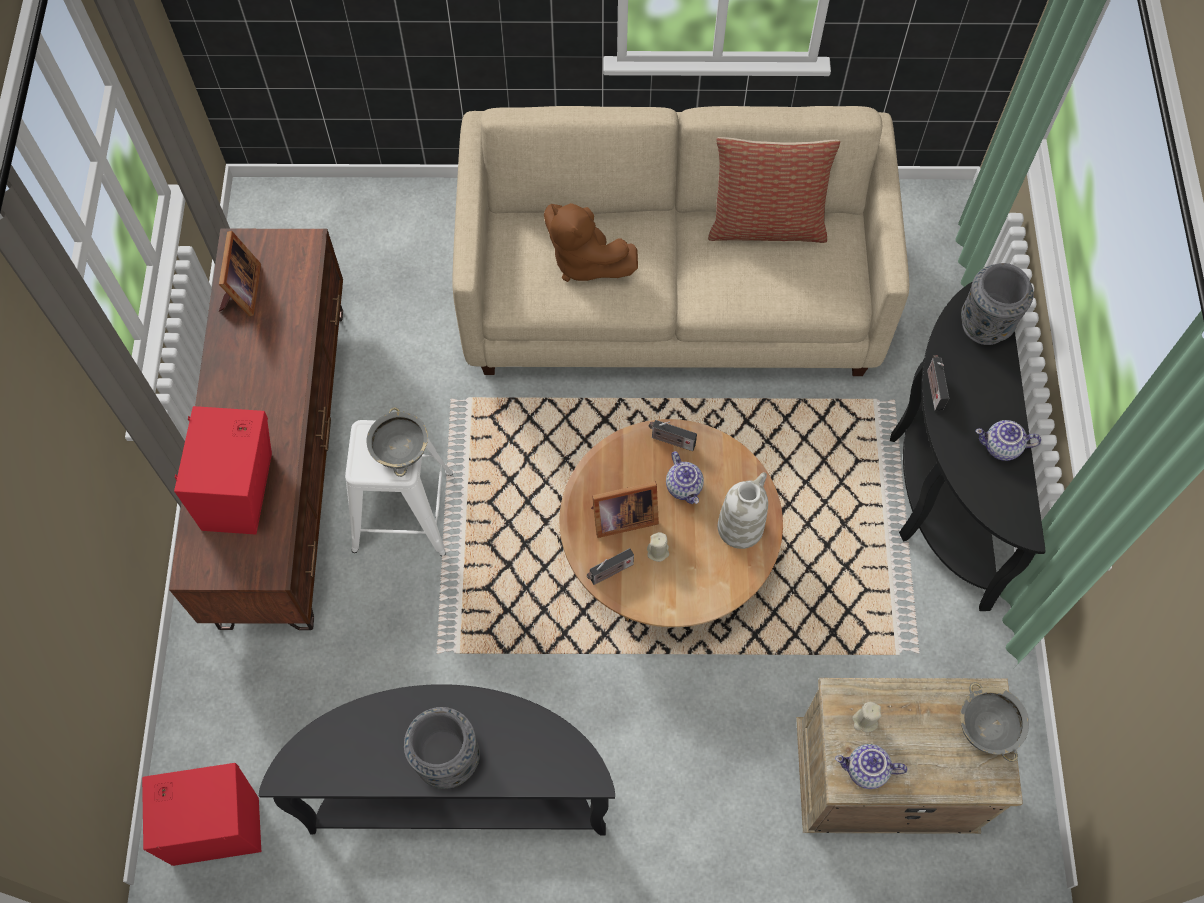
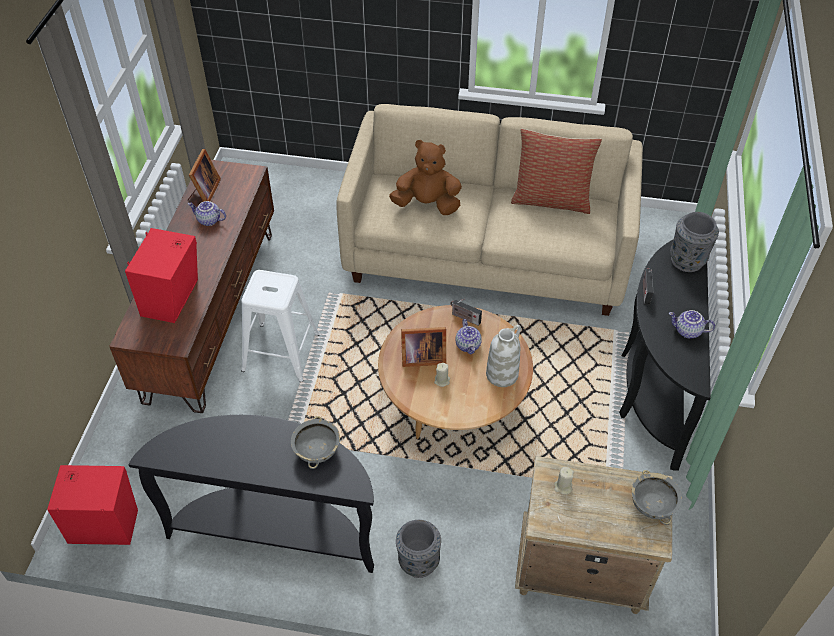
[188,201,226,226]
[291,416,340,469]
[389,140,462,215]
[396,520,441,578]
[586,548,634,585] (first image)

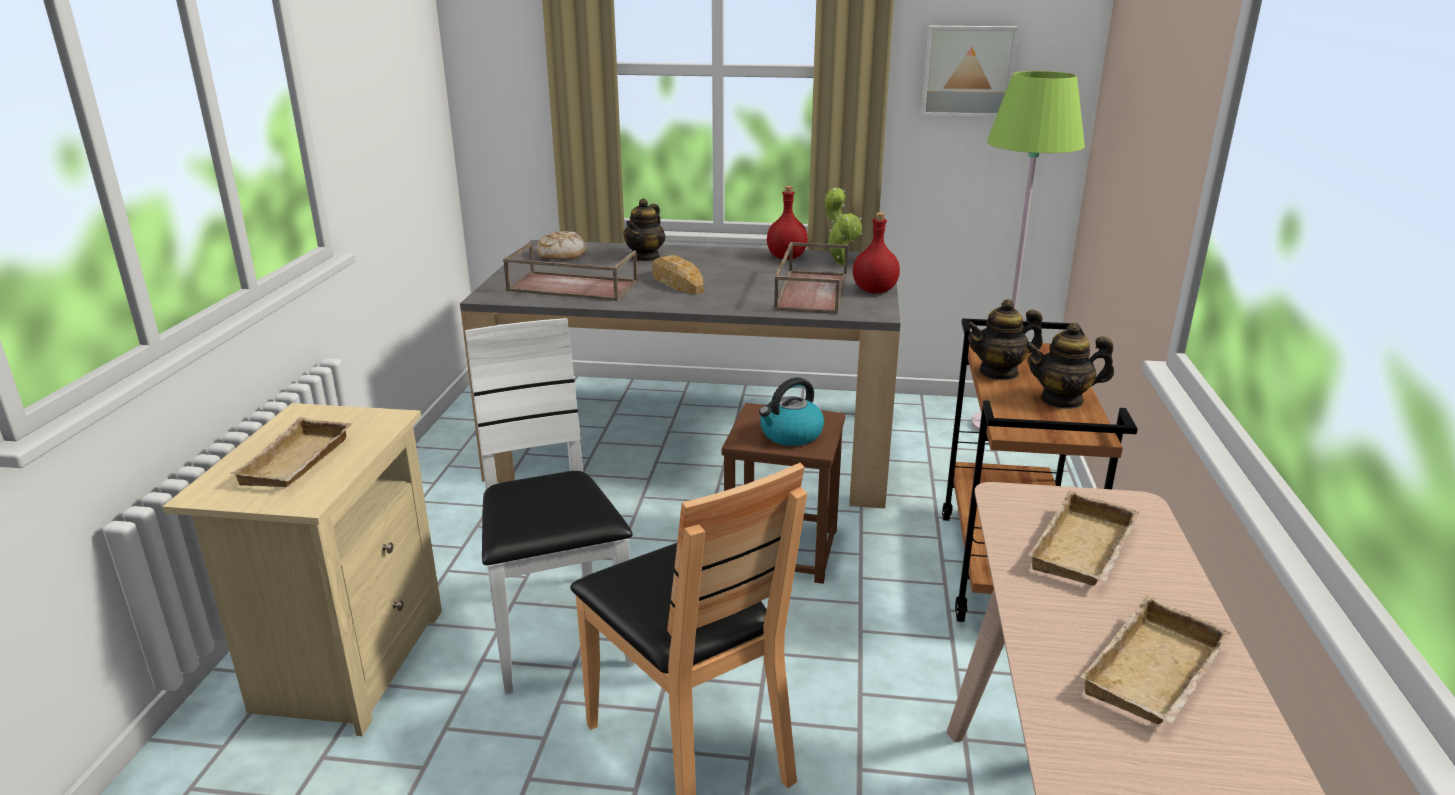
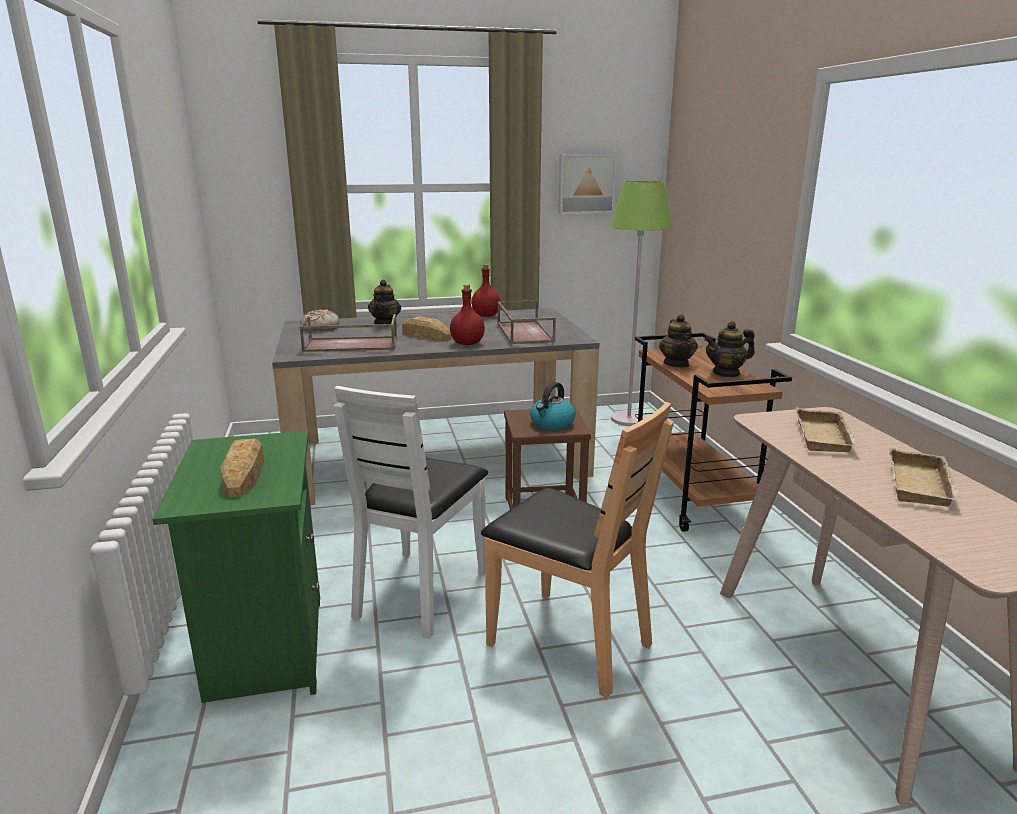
[153,431,320,703]
[220,439,264,497]
[334,386,488,639]
[450,284,485,345]
[659,314,698,368]
[825,188,862,266] (first image)

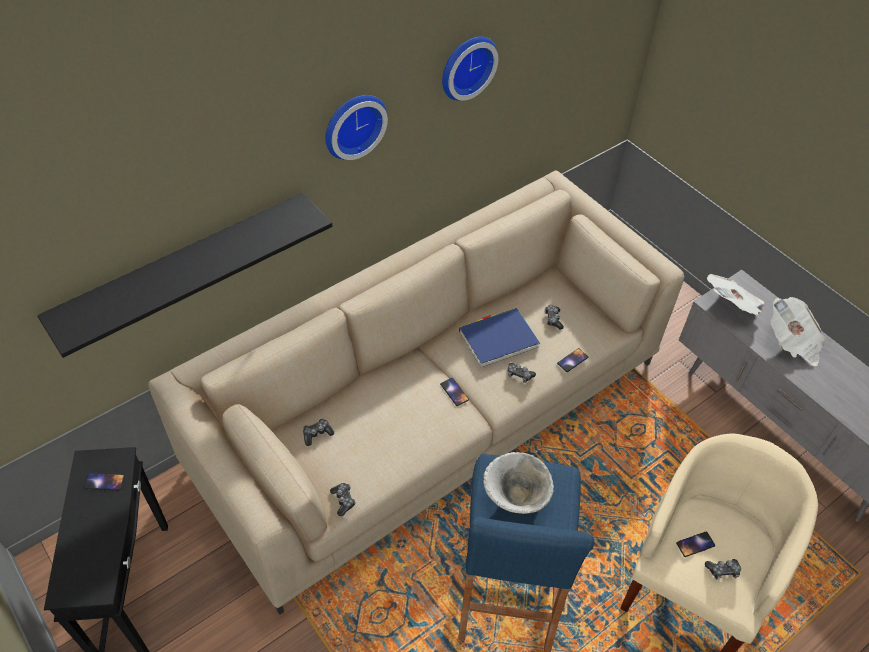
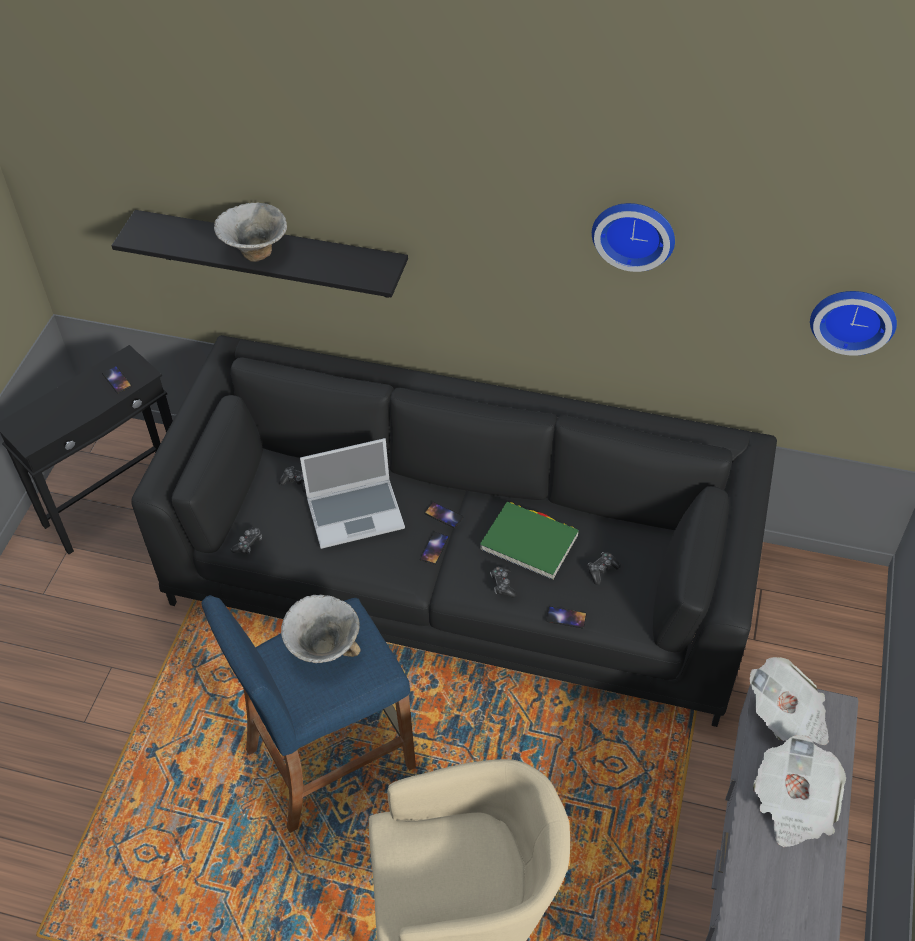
[132,335,777,727]
[214,202,287,262]
[300,438,405,549]
[424,502,463,528]
[480,502,579,580]
[810,291,897,356]
[705,559,741,580] (first image)

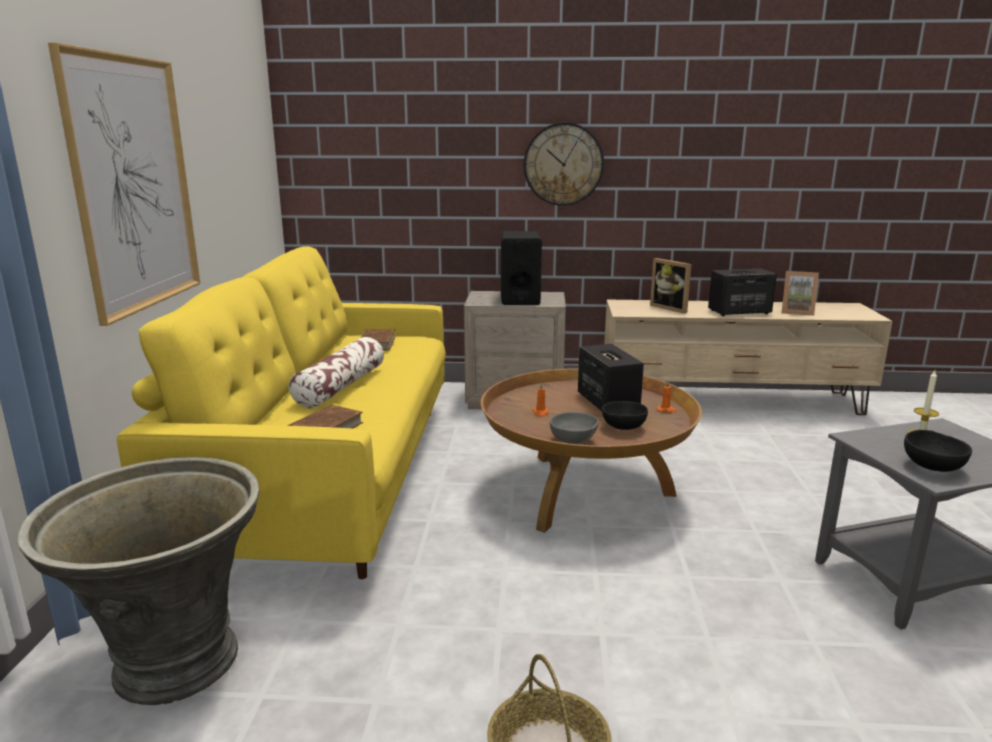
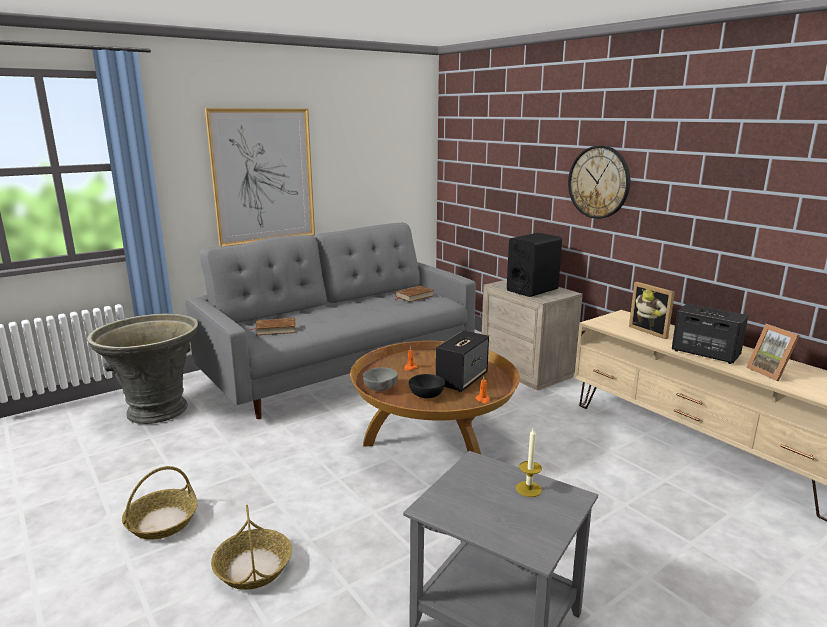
[185,223,476,419]
[211,505,292,590]
[629,282,675,339]
[289,337,384,408] (first image)
[904,430,972,472] (first image)

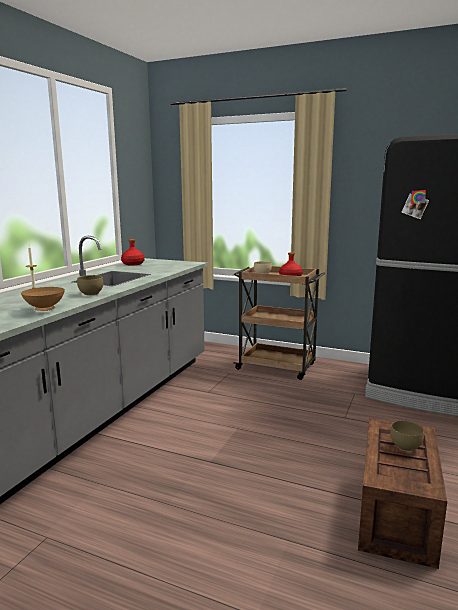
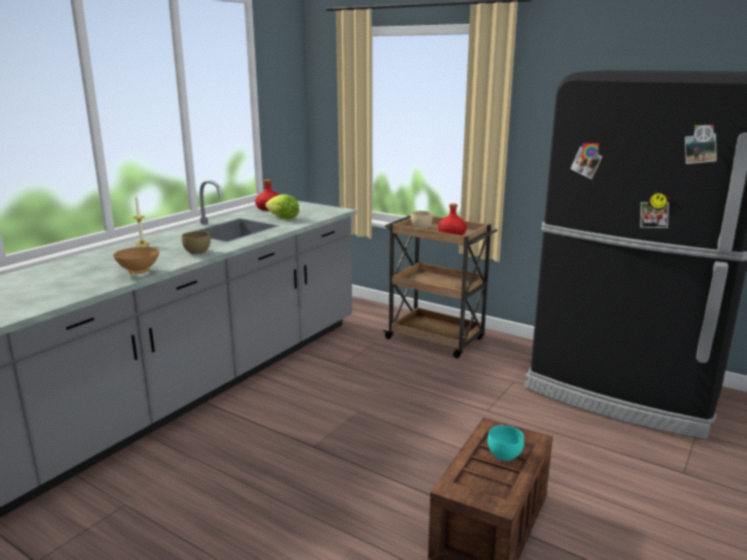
[265,194,299,219]
[488,425,524,461]

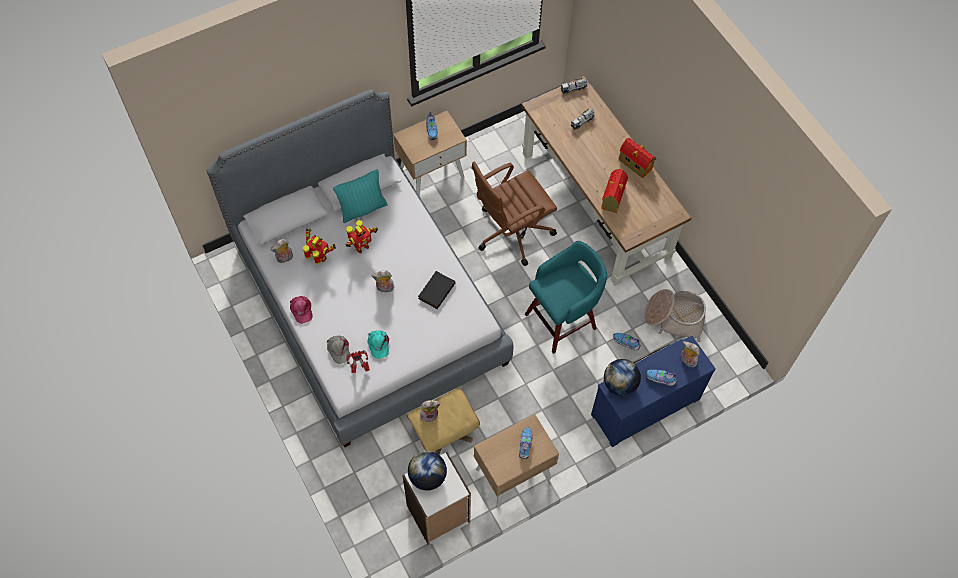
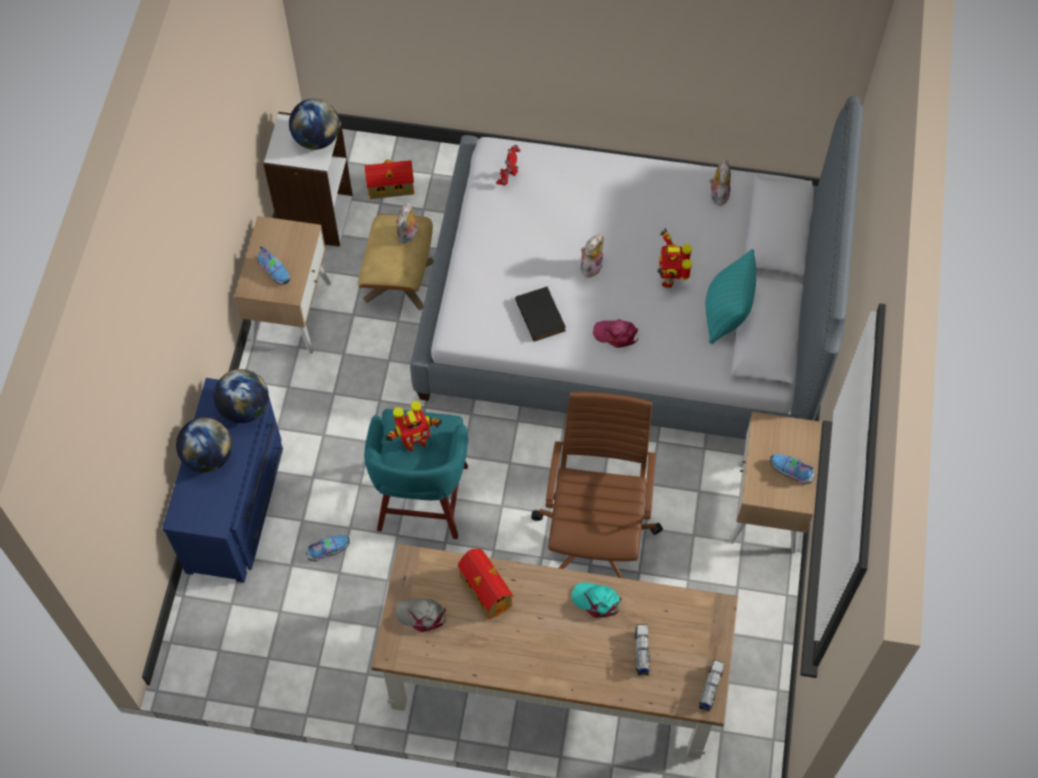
[176,417,232,473]
[364,159,414,199]
[385,401,443,452]
[395,598,446,632]
[571,583,622,618]
[593,319,638,348]
[644,289,706,342] (first image)
[681,341,700,367] (first image)

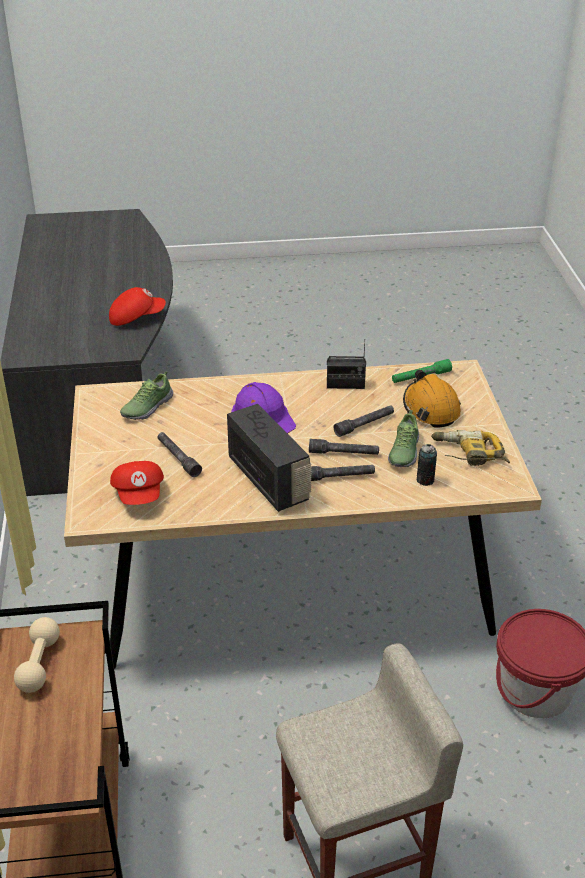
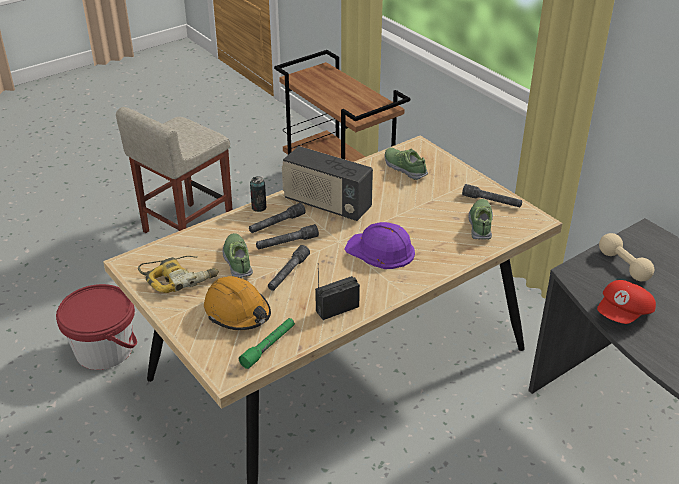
[250,176,267,212]
[385,148,428,180]
[462,184,522,207]
[599,233,654,281]

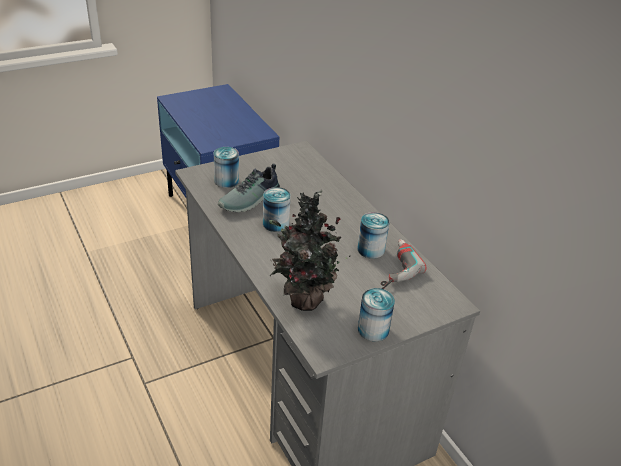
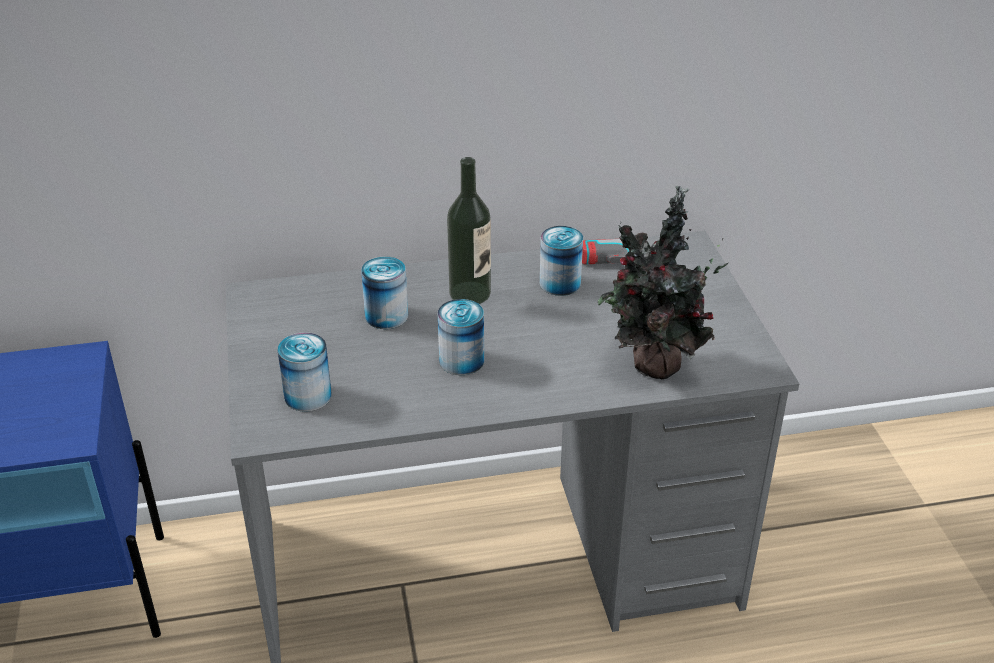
[361,257,408,329]
[447,157,491,304]
[218,163,280,213] (first image)

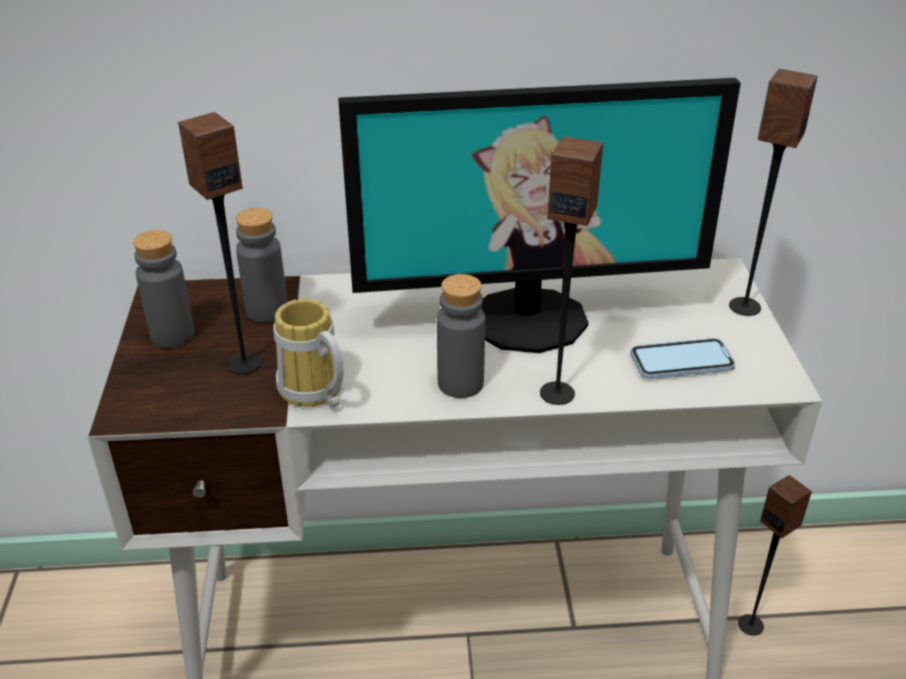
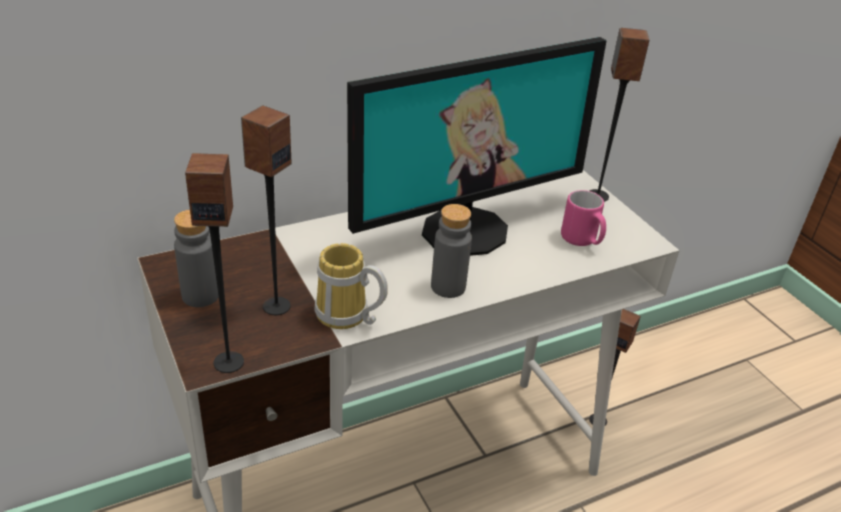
[185,153,244,373]
[561,190,606,246]
[236,208,287,322] (first image)

